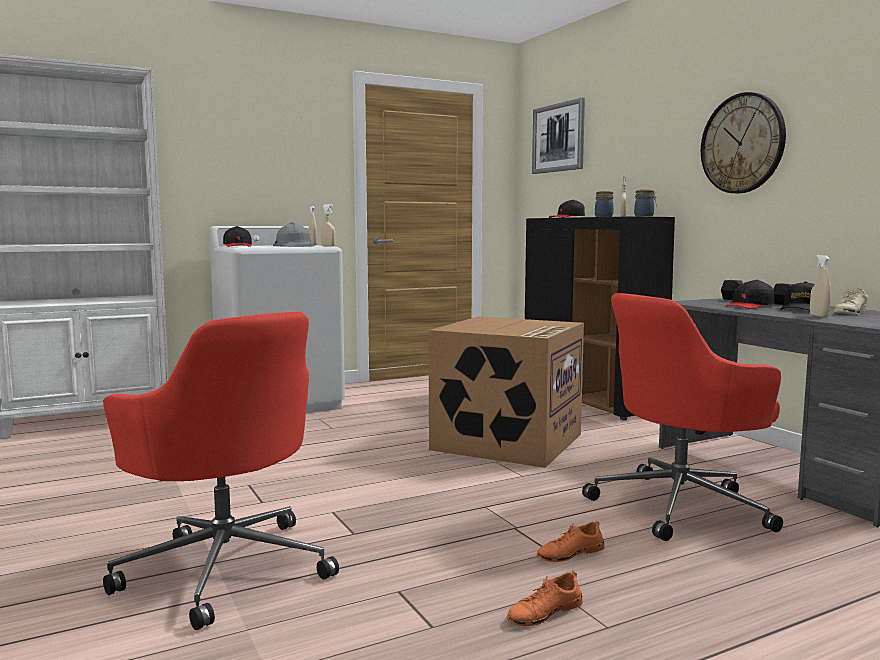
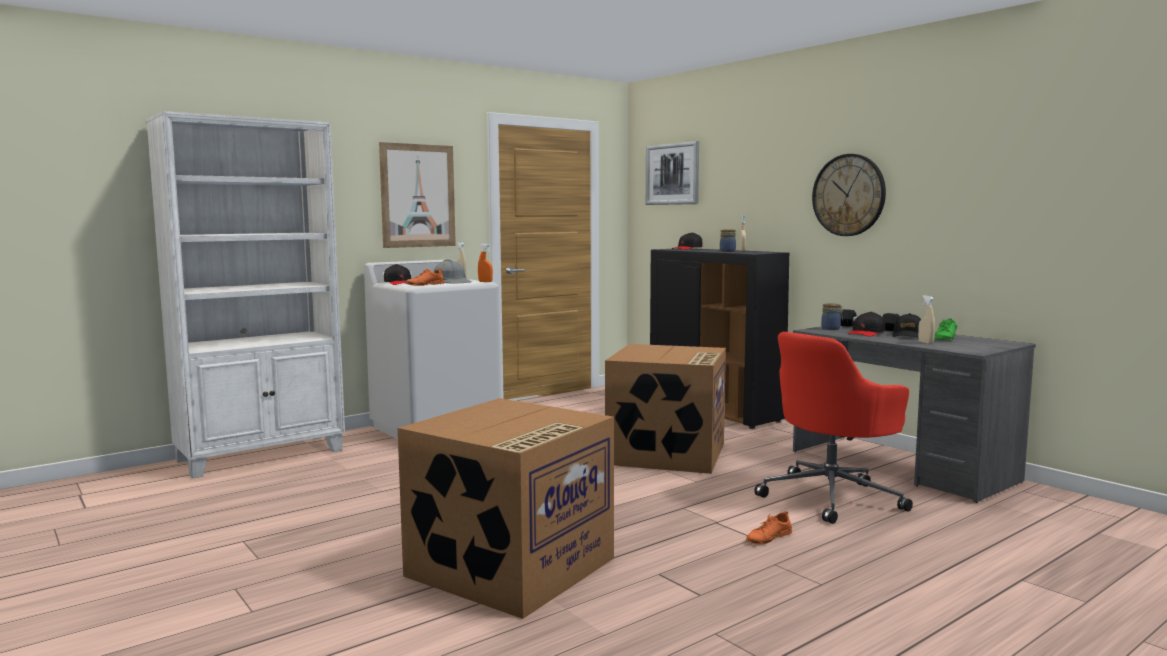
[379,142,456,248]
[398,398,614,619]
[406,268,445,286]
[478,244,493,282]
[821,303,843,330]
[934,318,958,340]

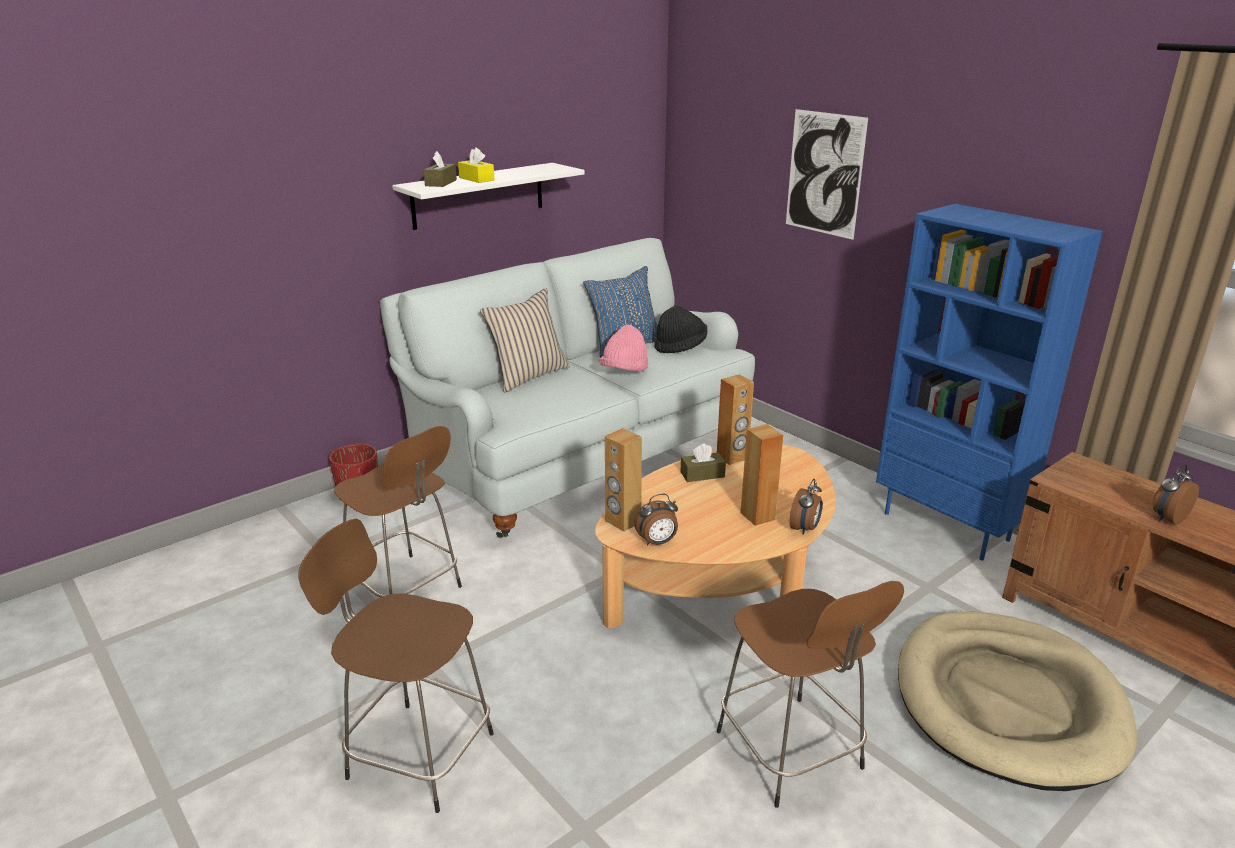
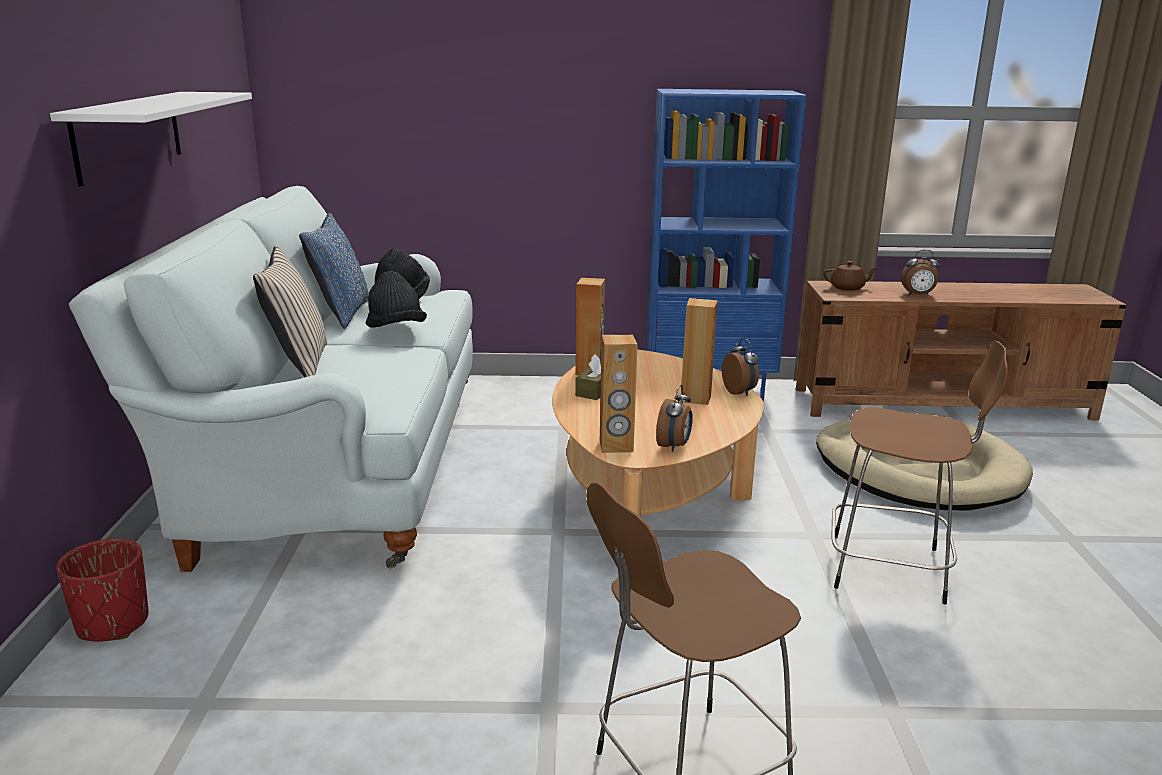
[366,271,427,328]
[823,261,879,291]
[901,250,940,296]
[334,426,462,597] (first image)
[424,151,457,187] (first image)
[458,147,495,183] (first image)
[786,109,868,240] (first image)

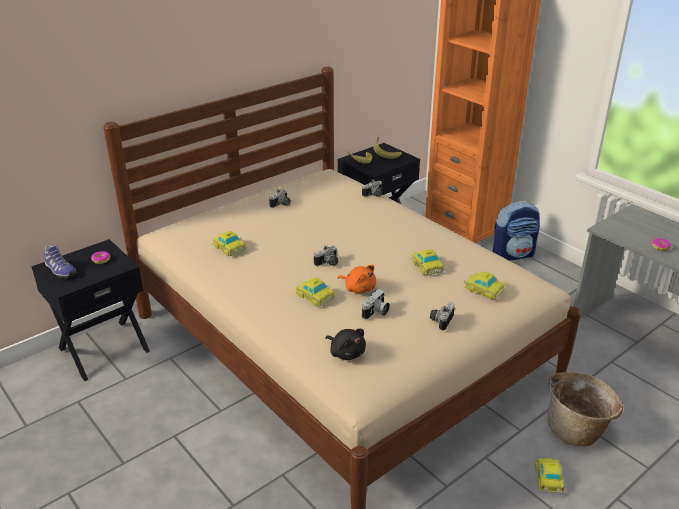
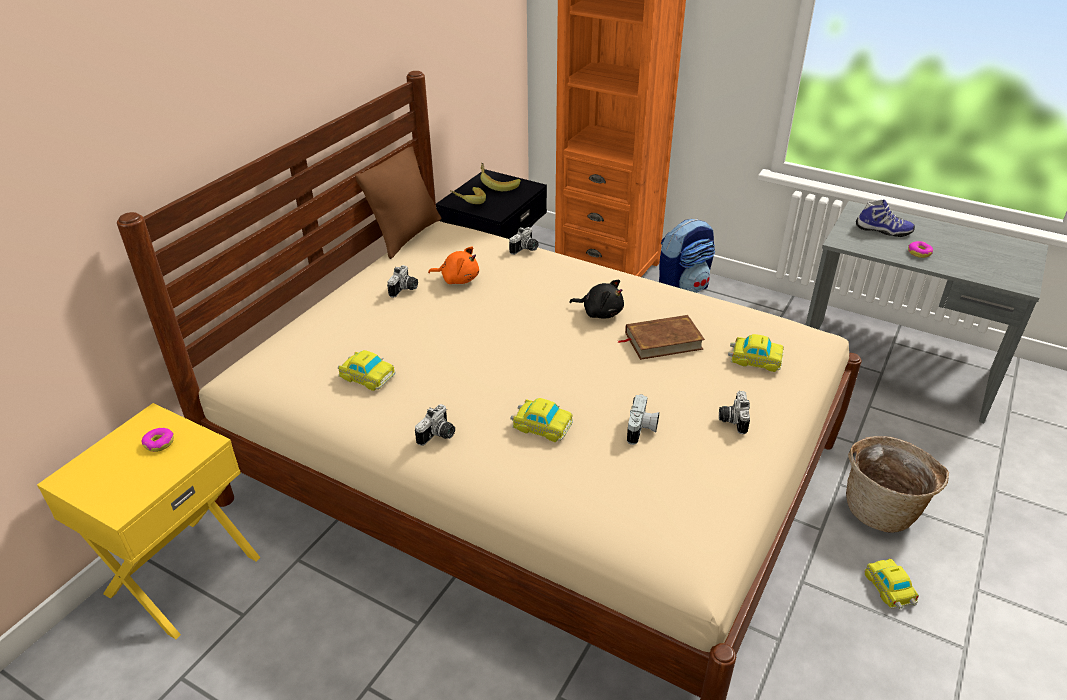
[37,403,261,639]
[355,140,441,259]
[415,404,455,446]
[428,246,479,284]
[569,280,624,319]
[618,315,705,360]
[856,199,915,237]

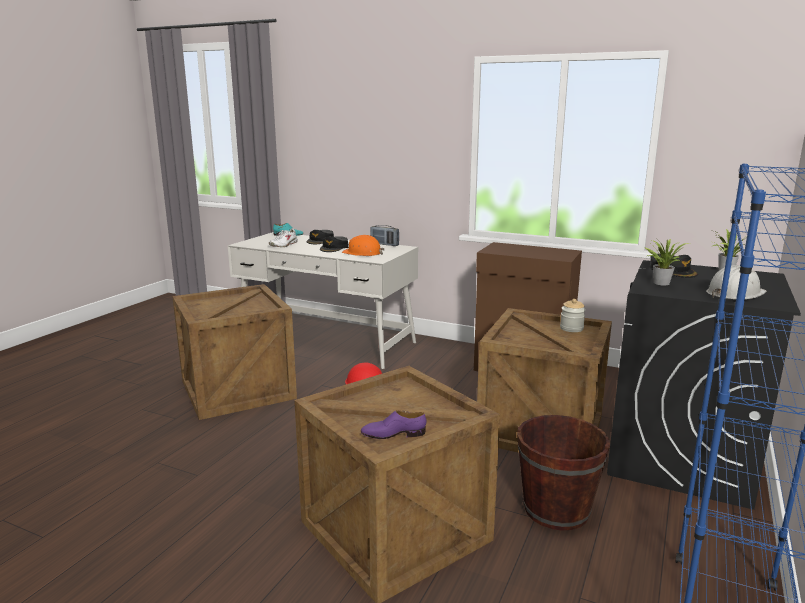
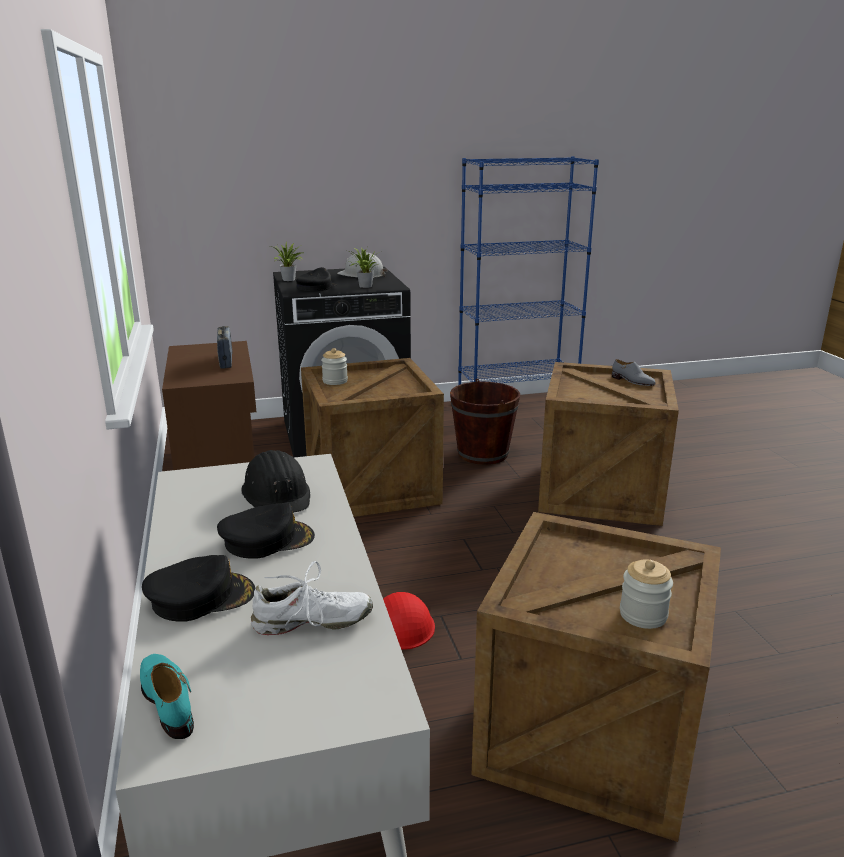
[217,326,232,368]
[241,450,310,513]
[612,359,656,386]
[620,559,673,629]

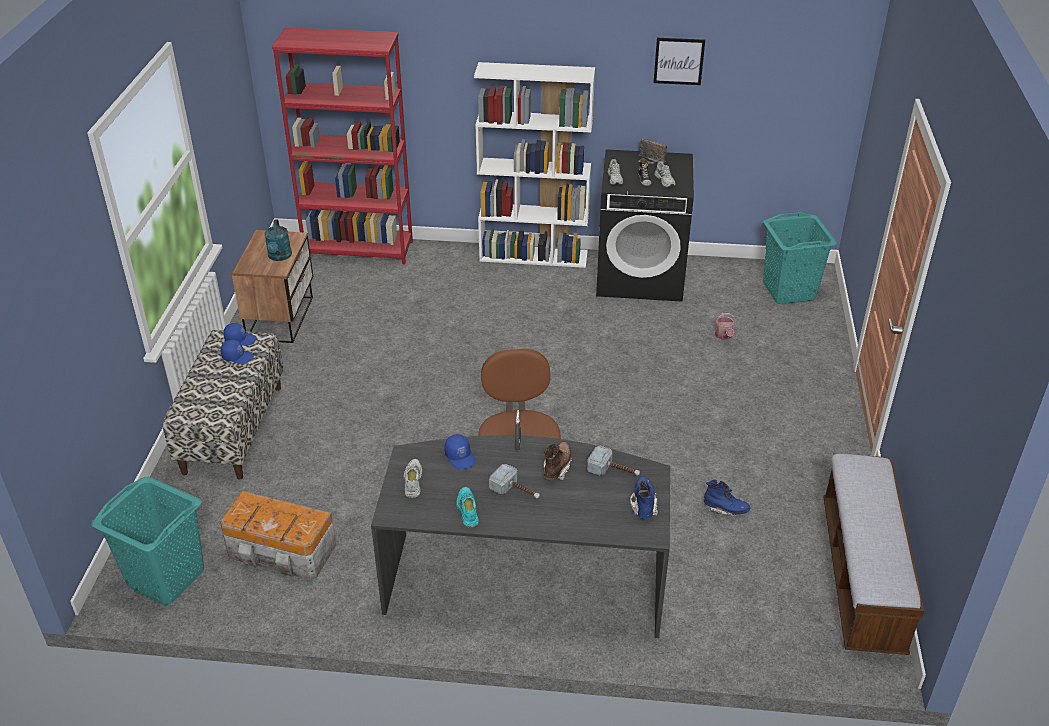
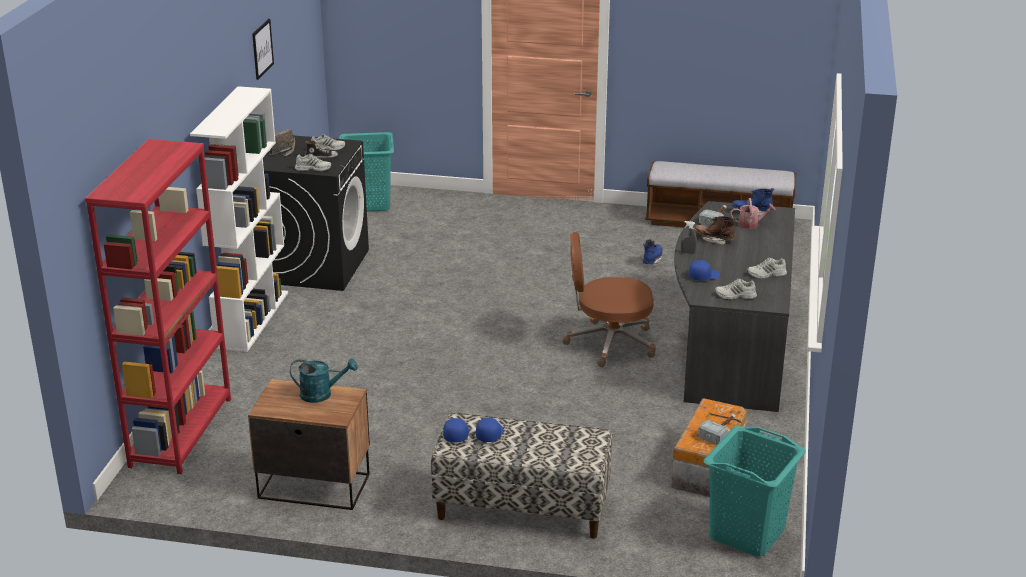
[698,414,736,445]
[730,198,776,229]
[747,257,787,279]

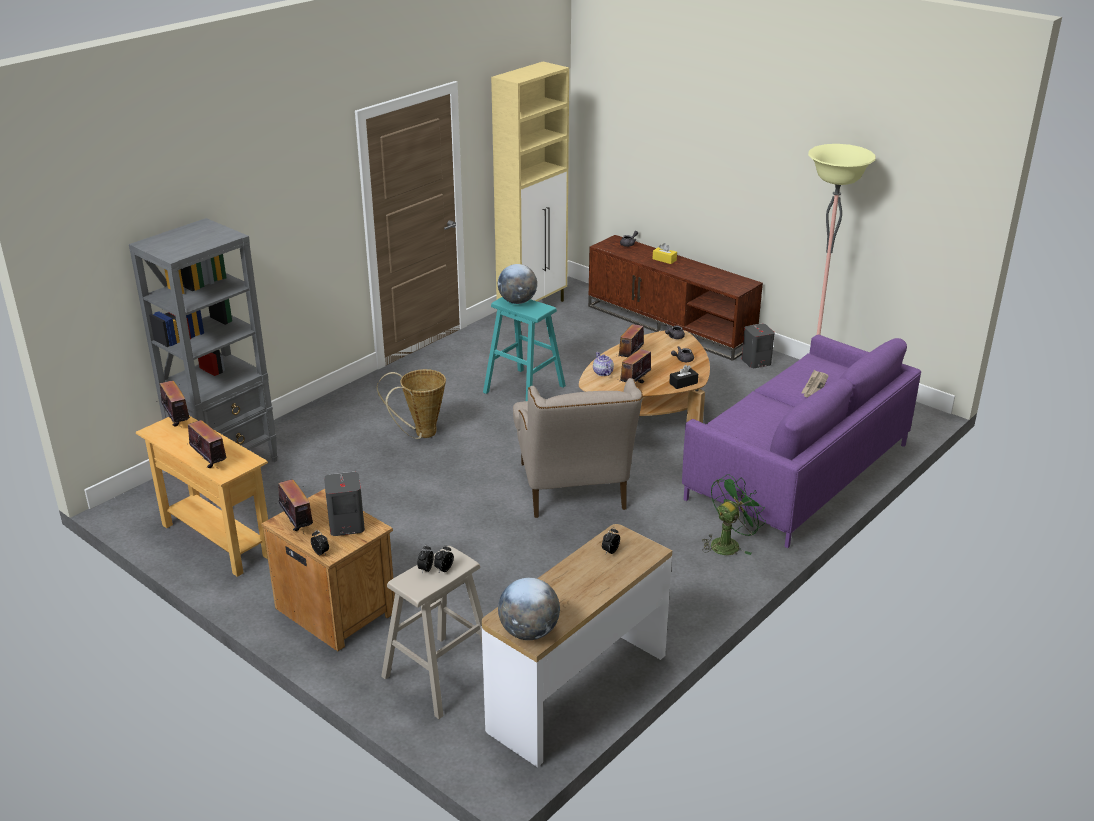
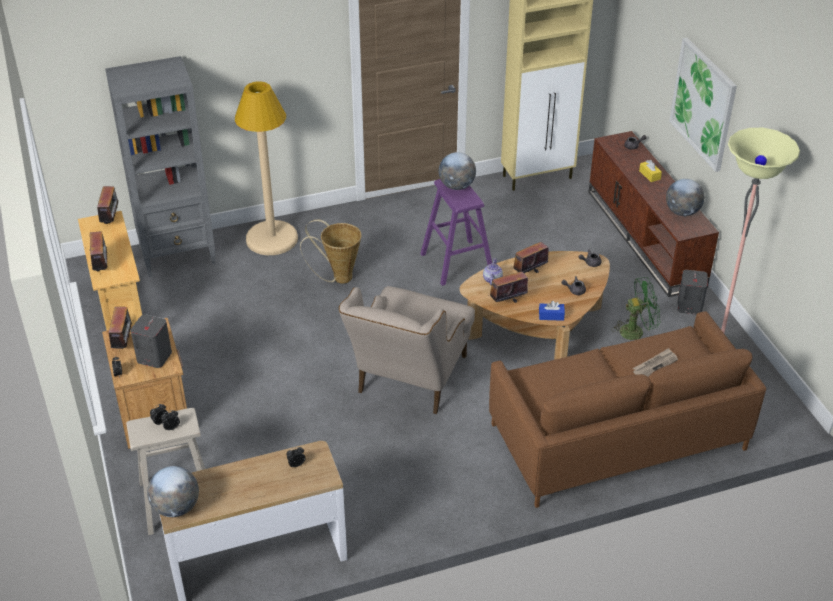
[235,81,298,255]
[420,179,492,286]
[489,311,766,508]
[539,301,565,321]
[611,277,661,340]
[666,179,704,216]
[669,38,737,172]

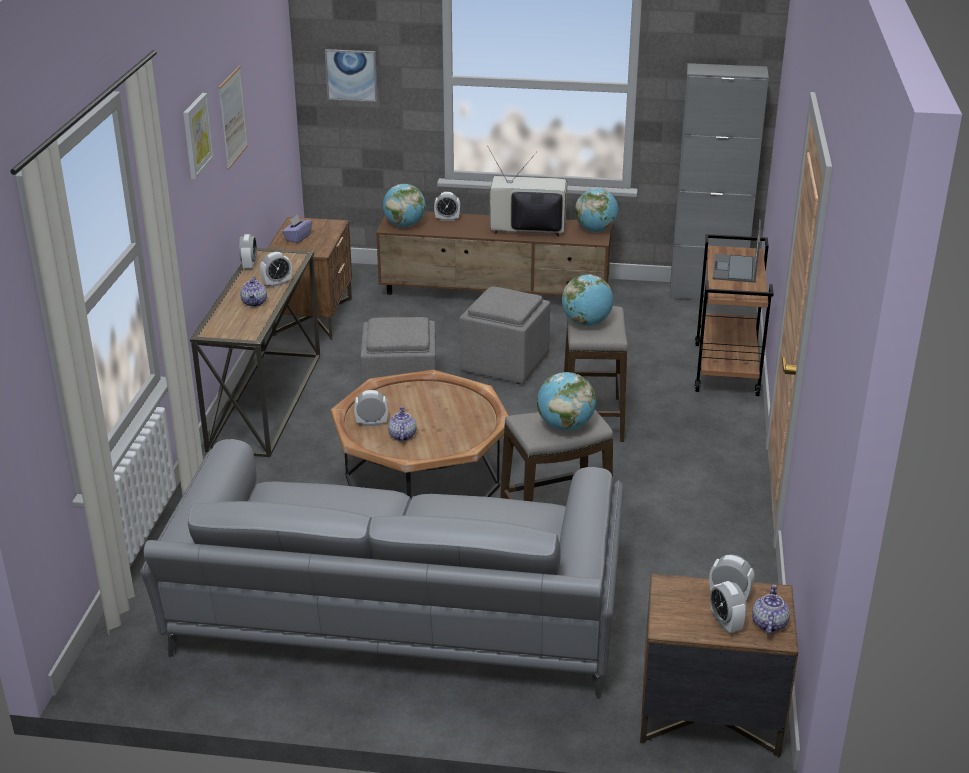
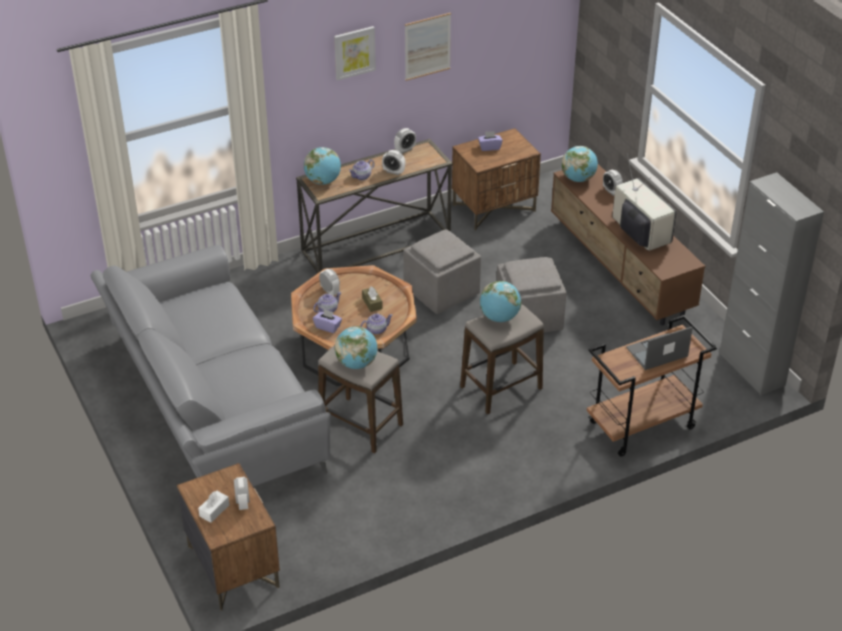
[198,491,229,523]
[304,147,341,185]
[313,309,342,333]
[361,313,393,334]
[362,286,383,312]
[325,49,378,102] (first image)

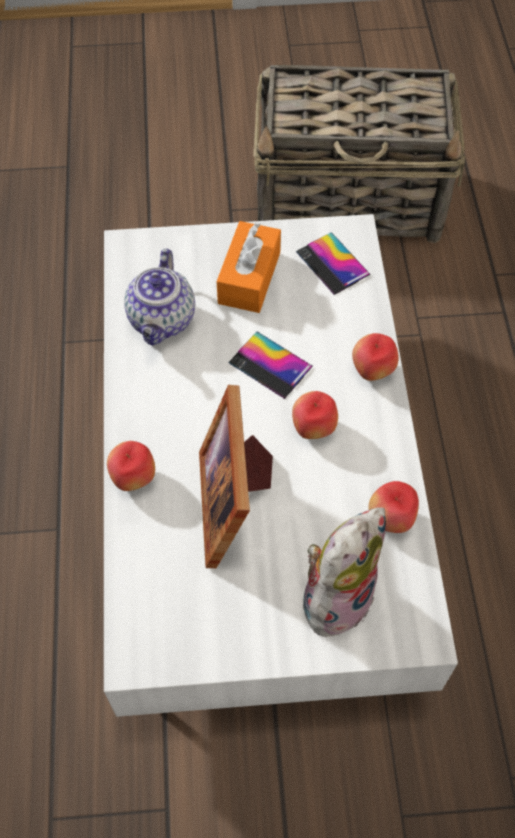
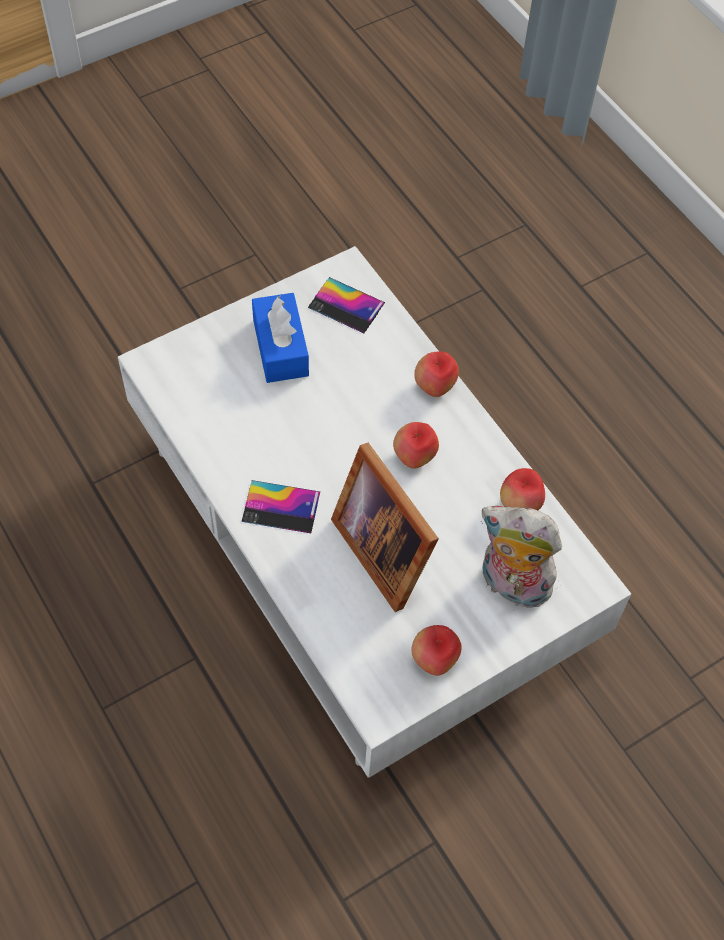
[242,480,320,533]
[252,293,309,383]
[411,625,462,676]
[481,506,562,608]
[124,249,195,345] (first image)
[253,65,465,243] (first image)

